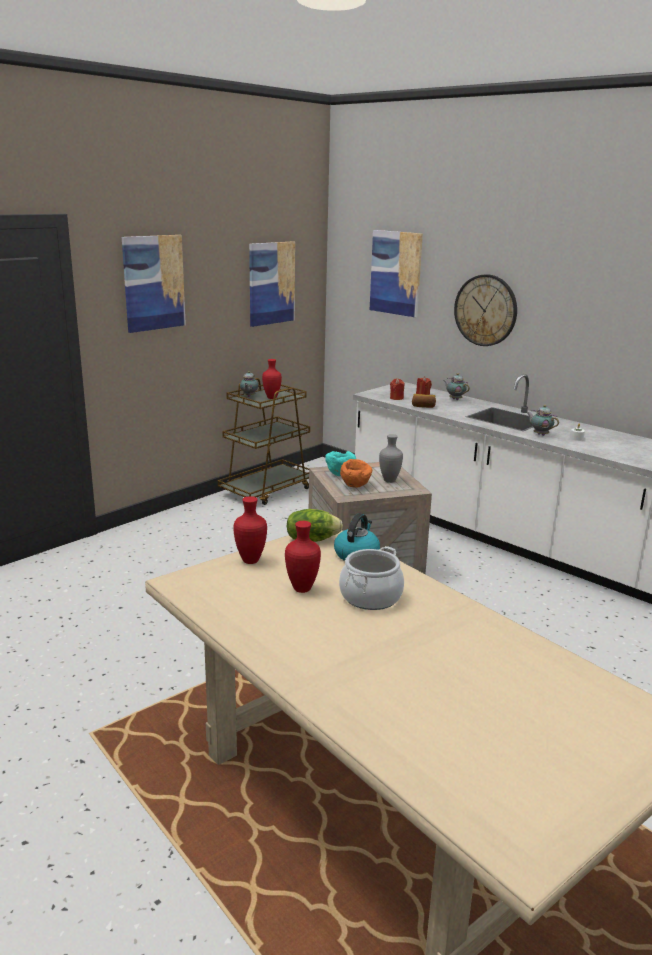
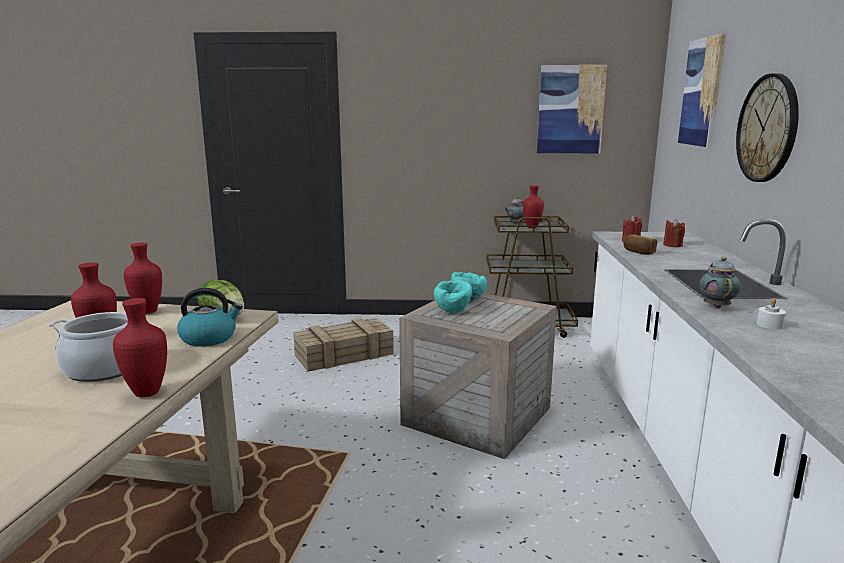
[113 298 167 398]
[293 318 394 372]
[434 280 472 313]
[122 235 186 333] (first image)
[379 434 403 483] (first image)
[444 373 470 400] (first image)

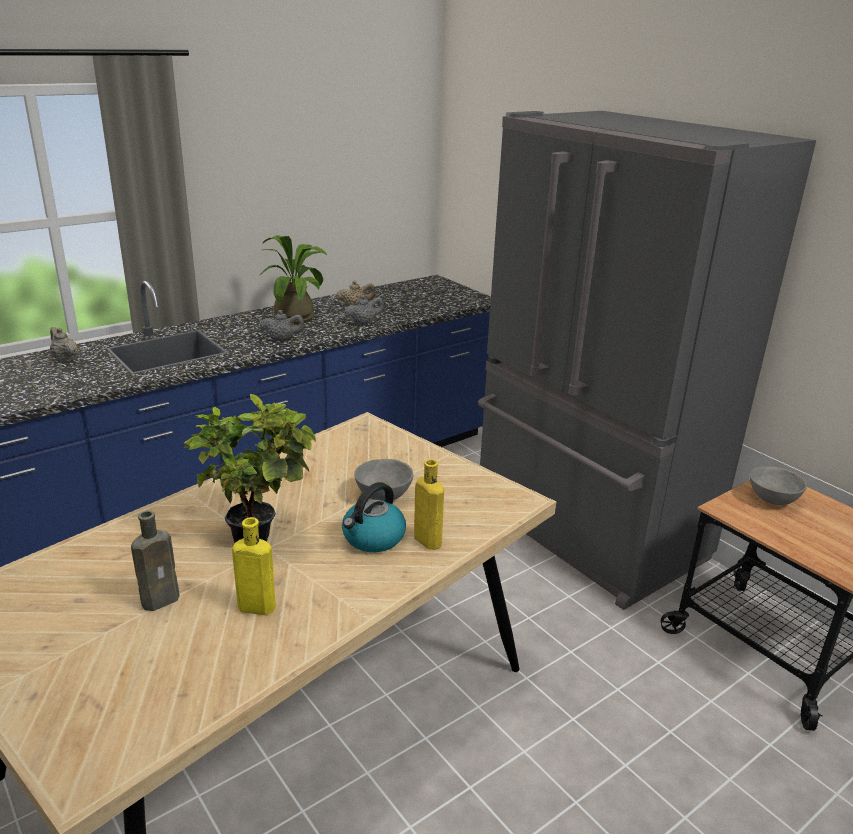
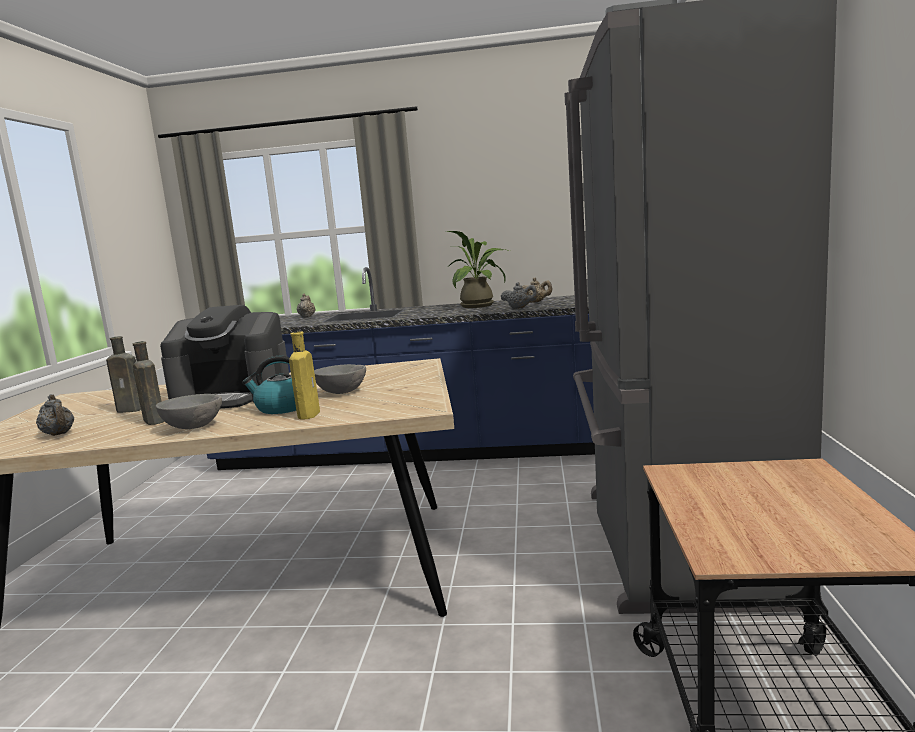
[36 394 74 436]
[133 341 165 425]
[156 394 222 429]
[160 305 289 408]

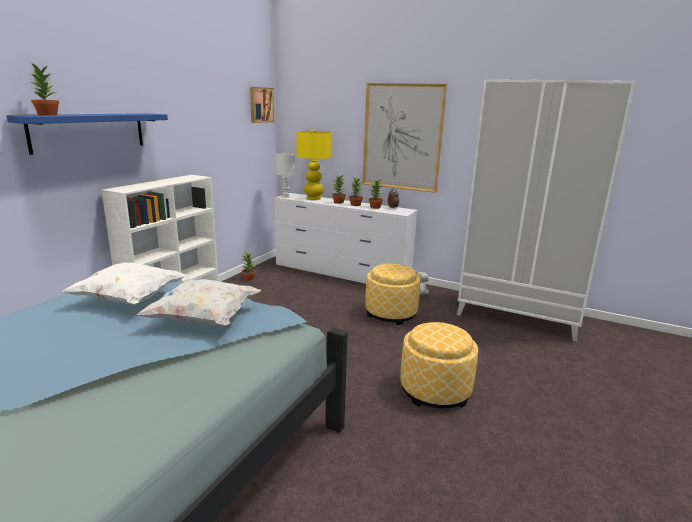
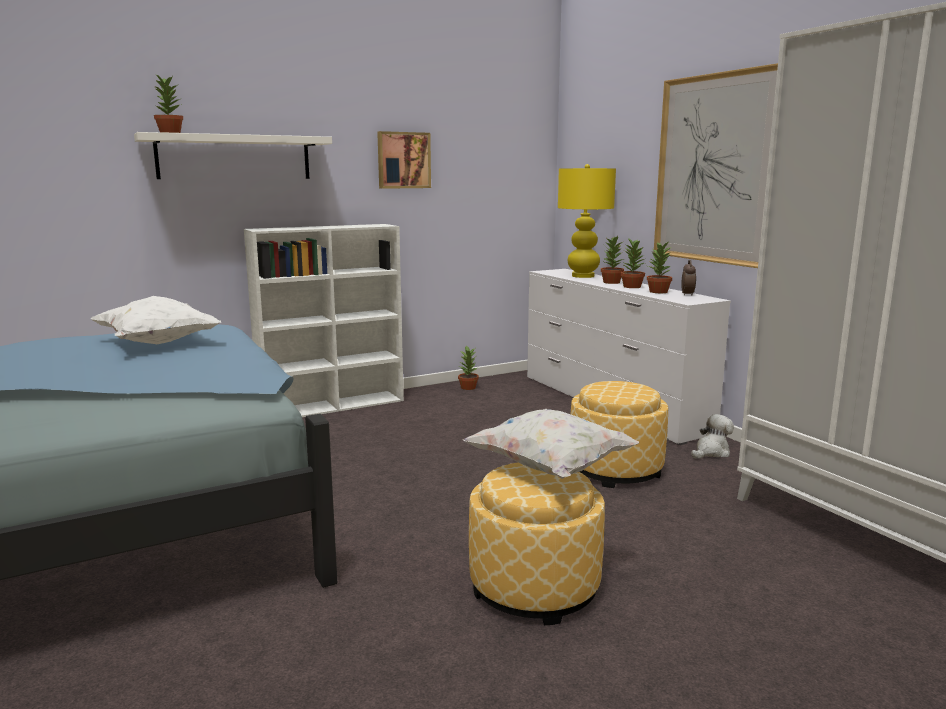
[134 132 332 179]
[377 131 431 189]
[463 409 639 479]
[275 154 295 198] (first image)

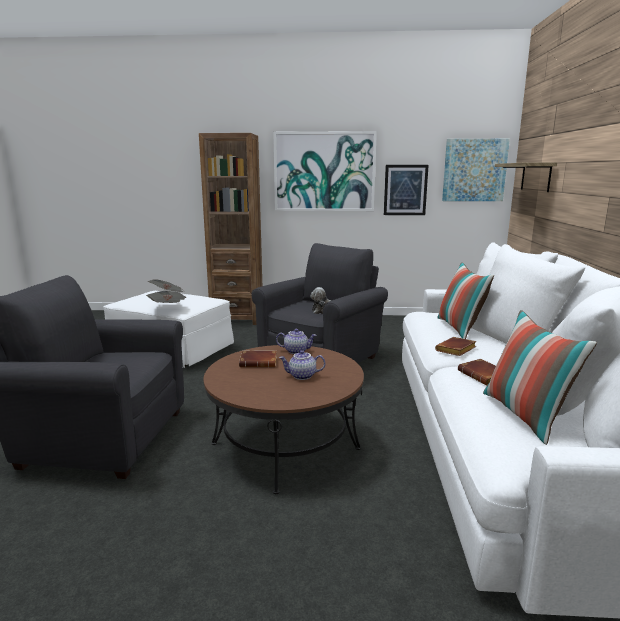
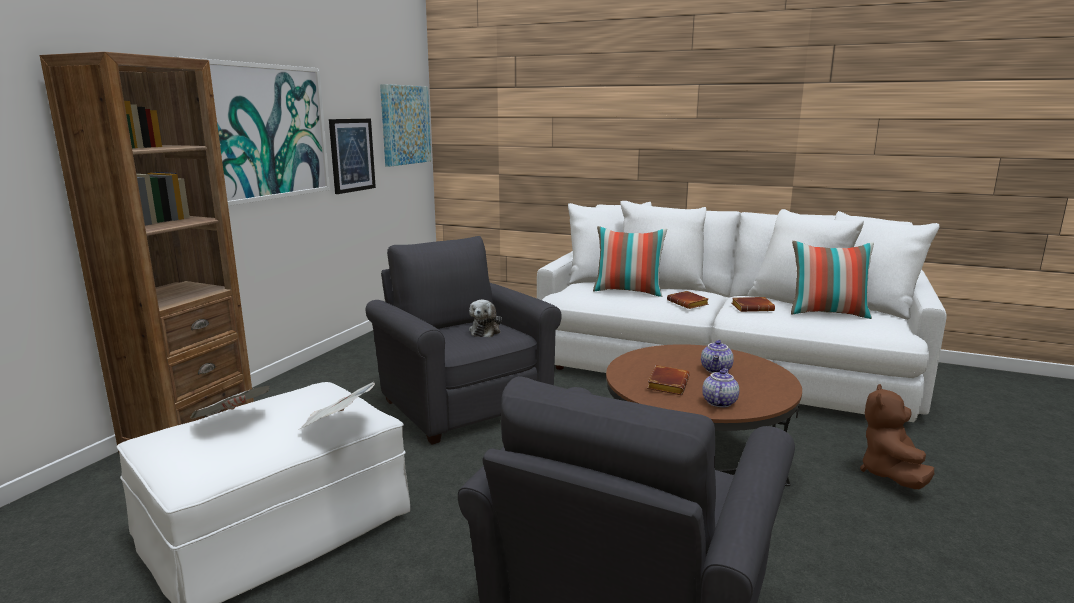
[702 368 739 408]
[860 384 934 489]
[495 162 557 192] (first image)

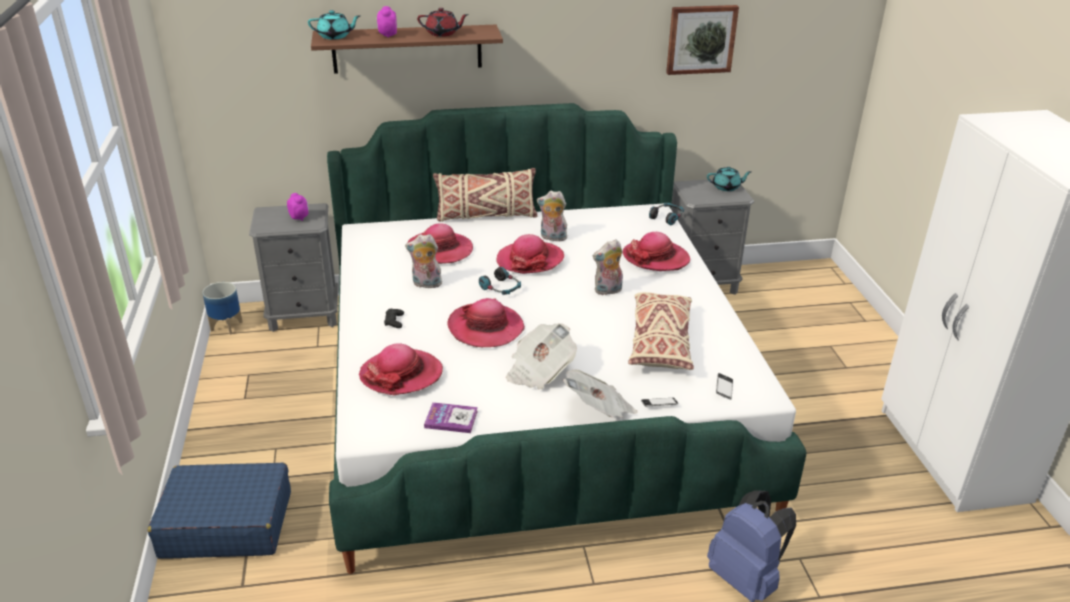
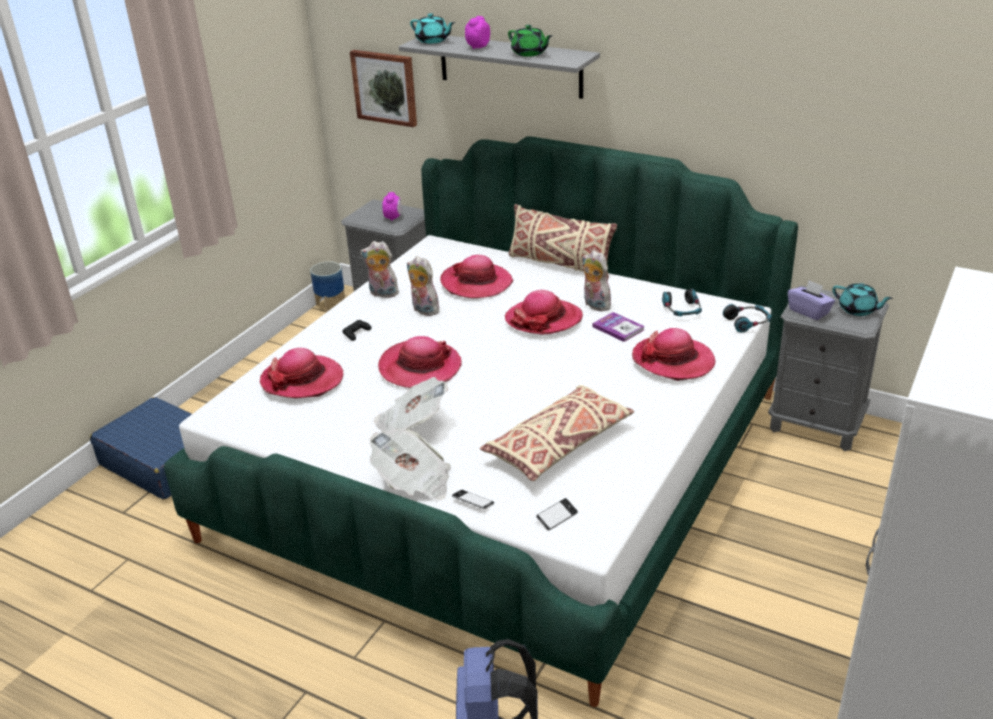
[350 50 417 127]
[360 241 399 298]
[399 36 600 99]
[508 25 552 57]
[592 312 645 342]
[662 289 702 316]
[788 280 835 320]

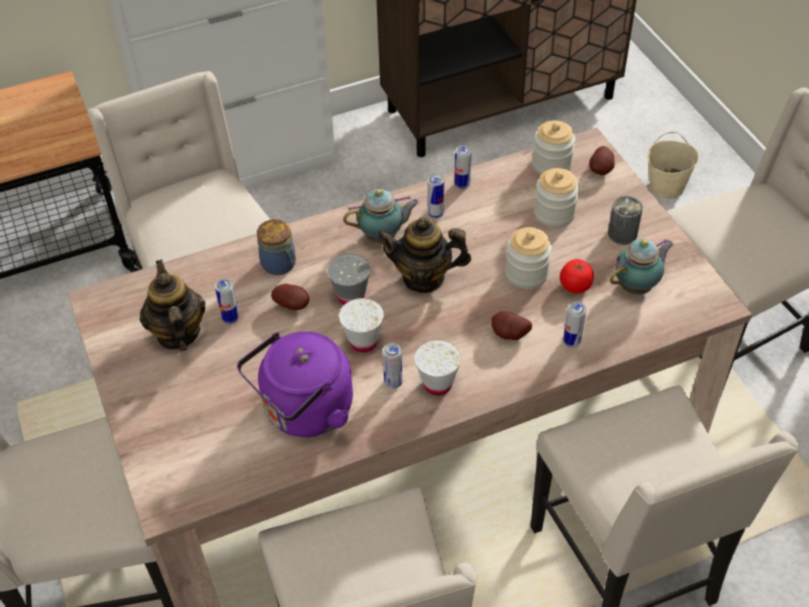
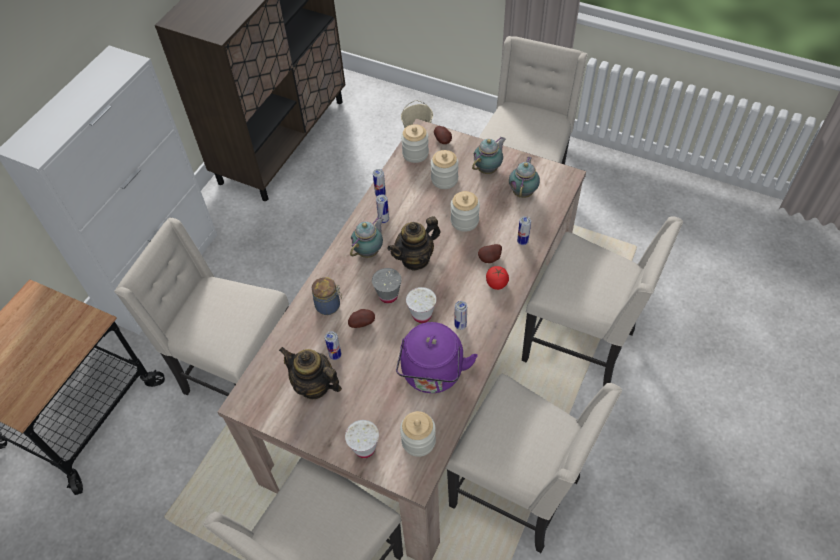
[345 420 379 458]
[400 411 436 457]
[472 136 506 174]
[486 266 509 290]

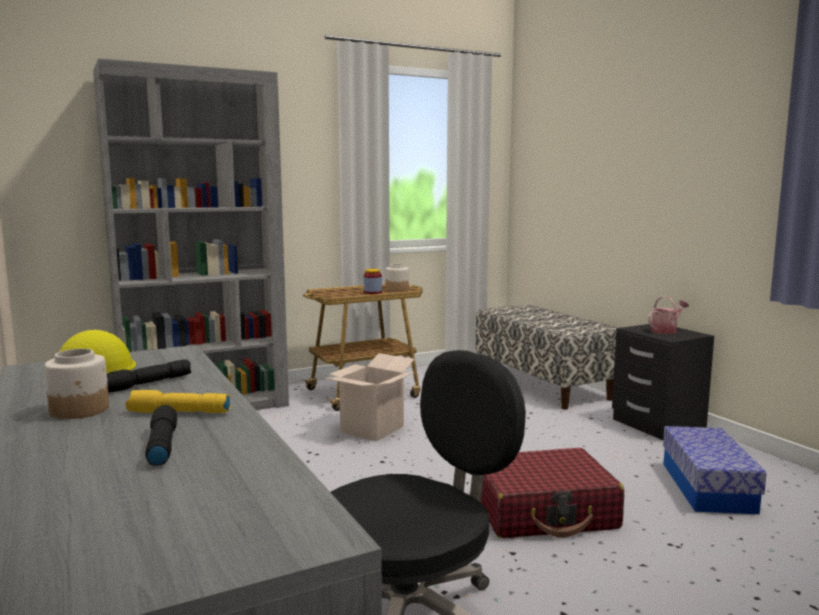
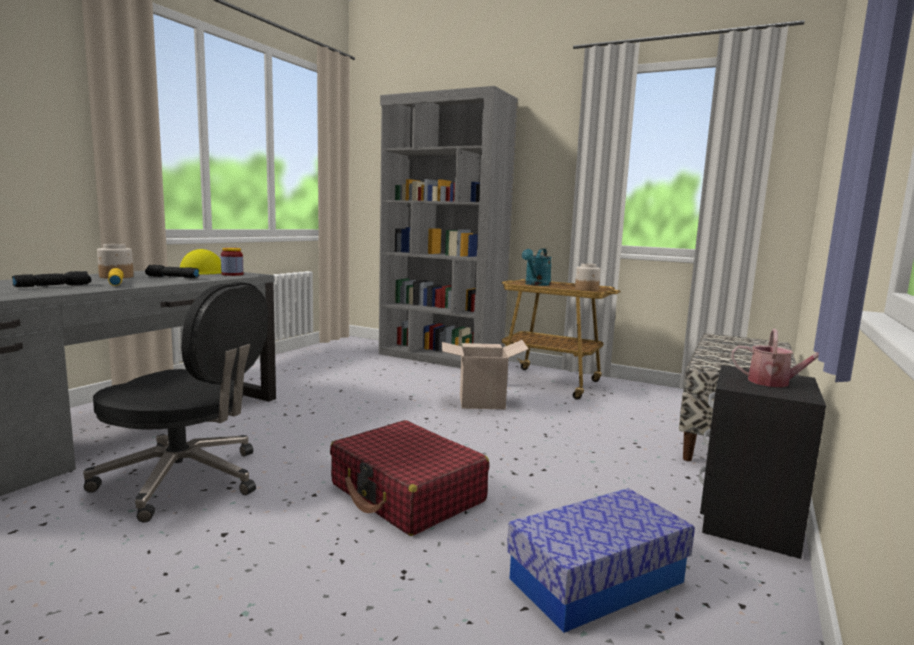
[221 248 243 276]
[522 248 552 286]

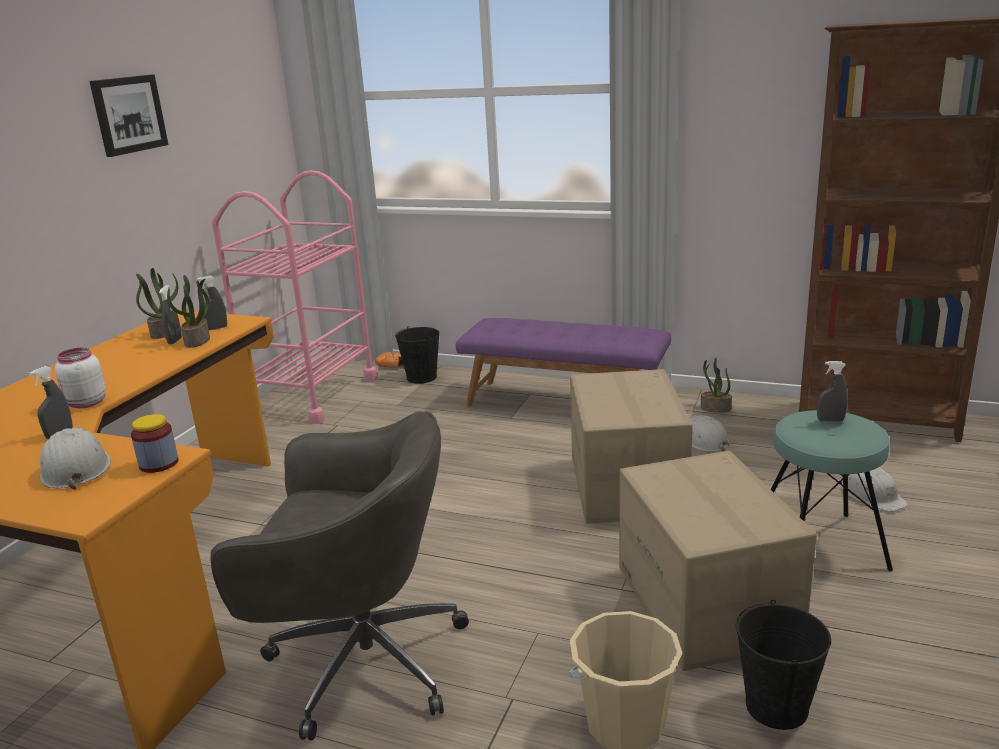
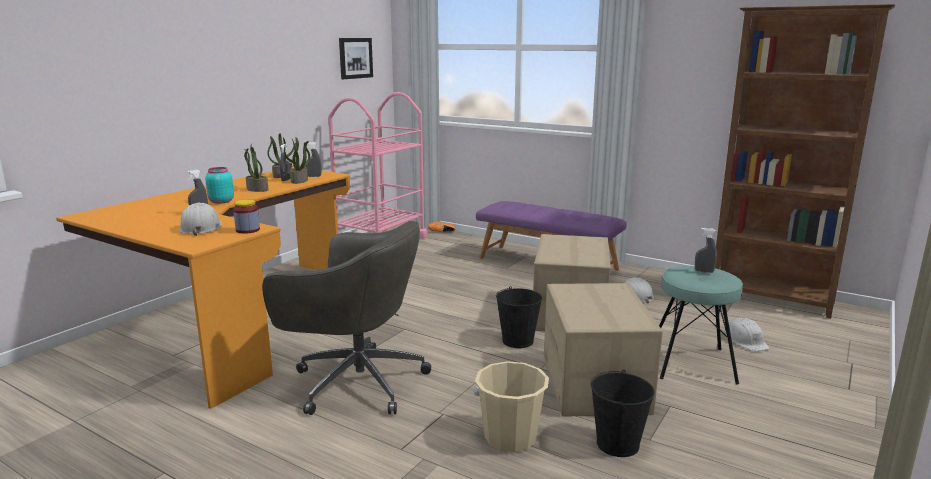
[205 167 234 204]
[244 143 269 192]
[339 38 373 79]
[496 286 542 348]

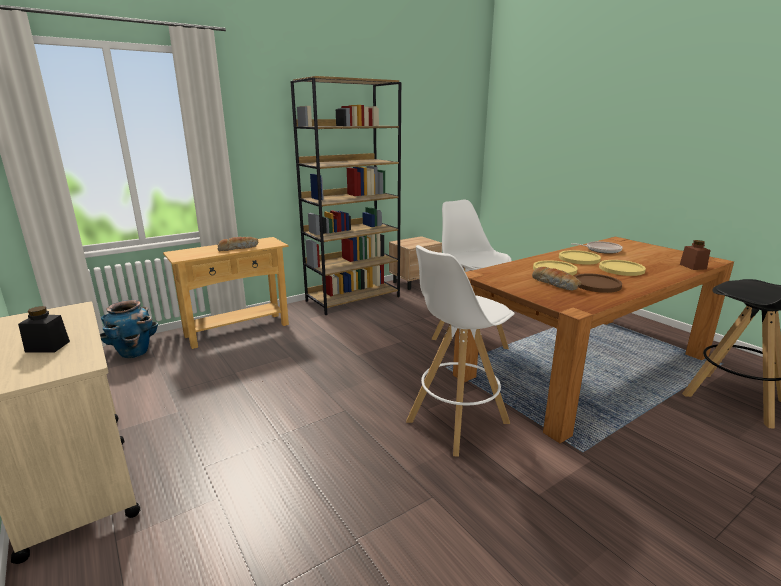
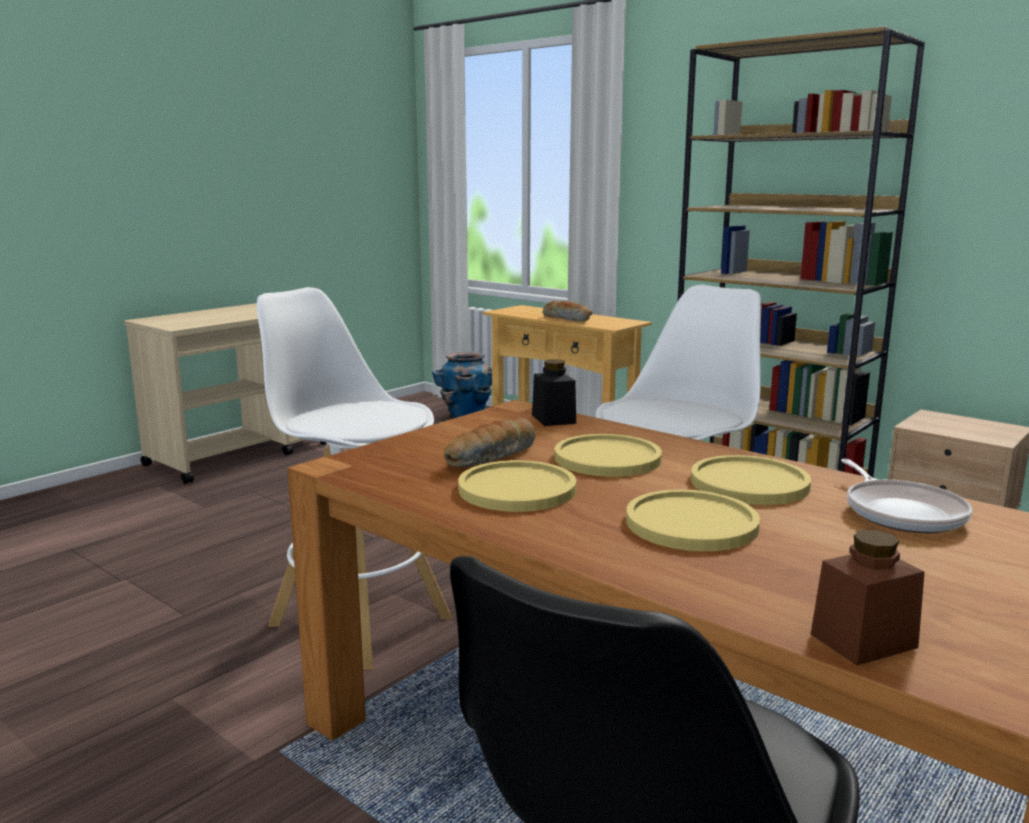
[458 460 577 512]
[532 359 576 426]

